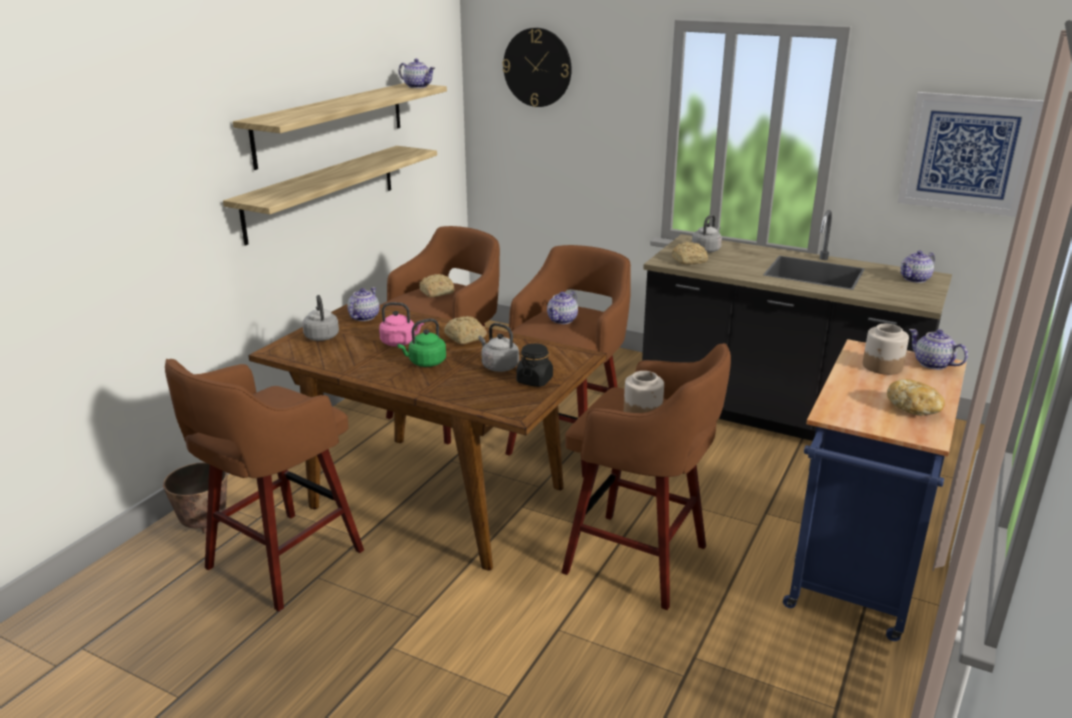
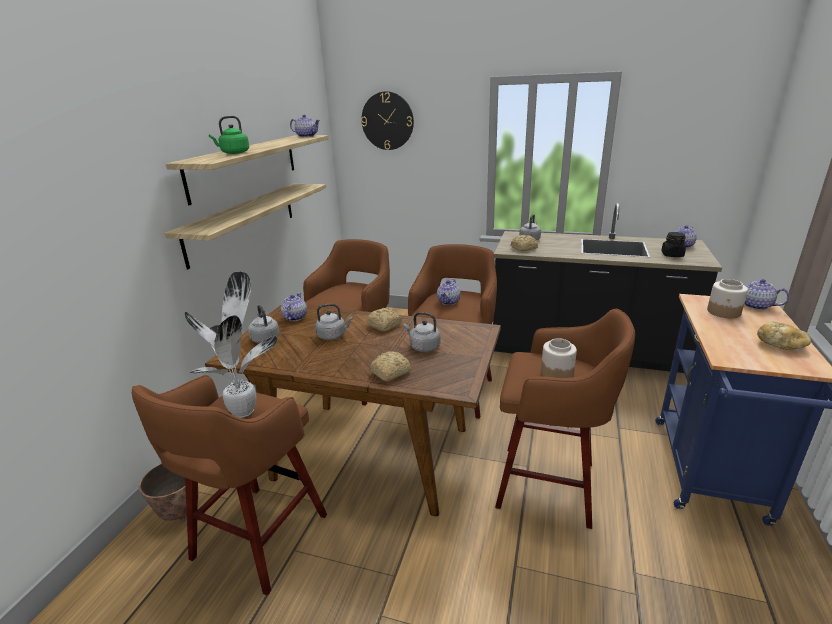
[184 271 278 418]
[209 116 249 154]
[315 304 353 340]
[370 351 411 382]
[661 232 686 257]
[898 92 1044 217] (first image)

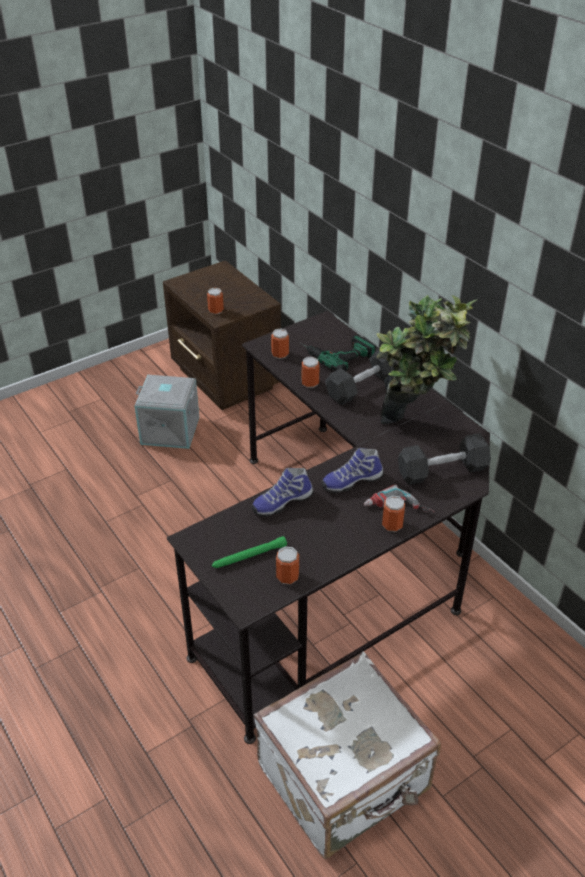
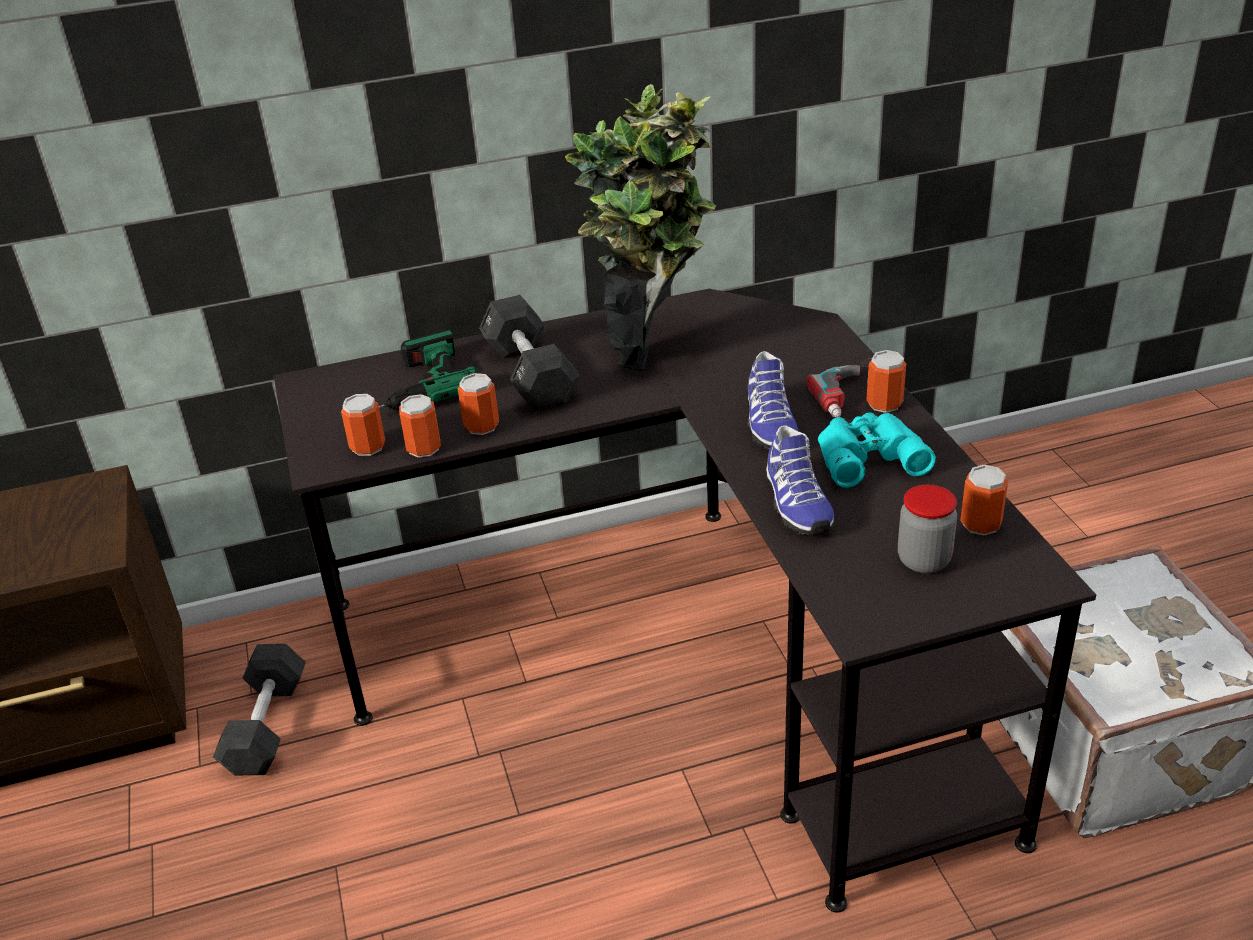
[213 644 306 775]
[399 394 441 458]
[818 413 936 488]
[898 485 957 573]
[135 375 199 449] (first image)

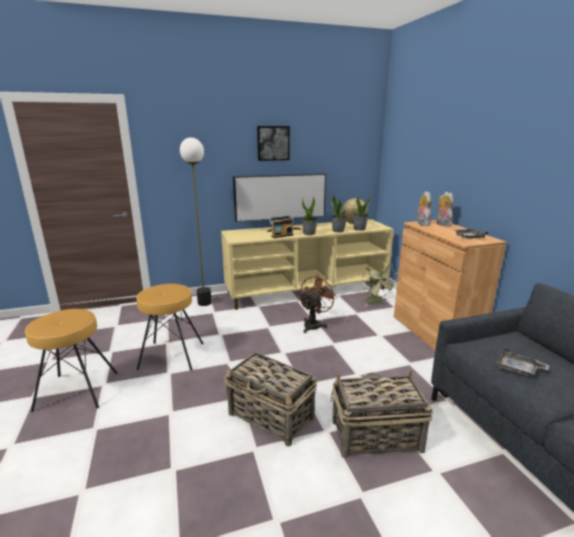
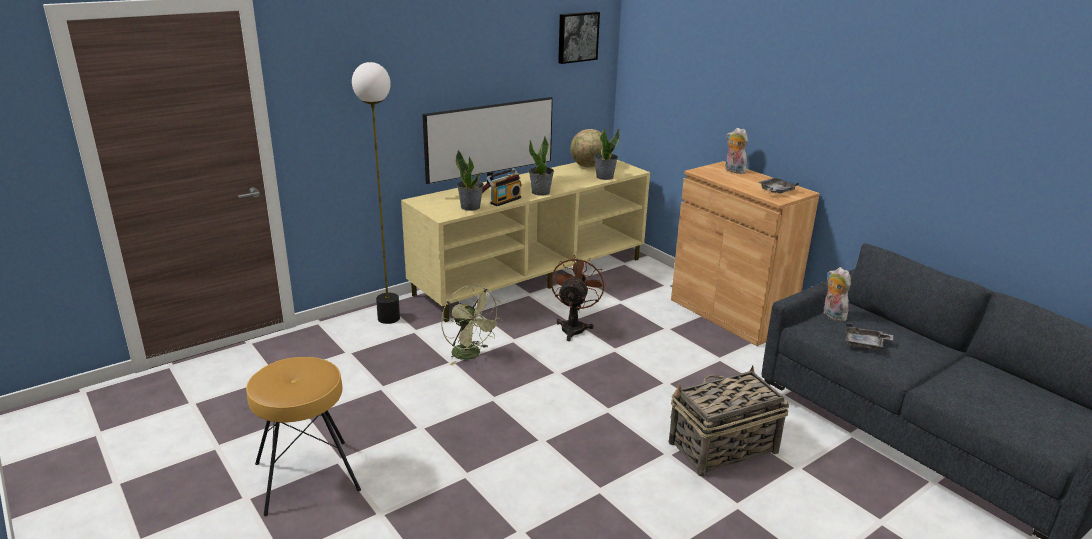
[441 285 503 365]
[455 150 484 211]
[558 12 600 64]
[824 267 851 321]
[136 284 204 370] (first image)
[224 352 317 447] (first image)

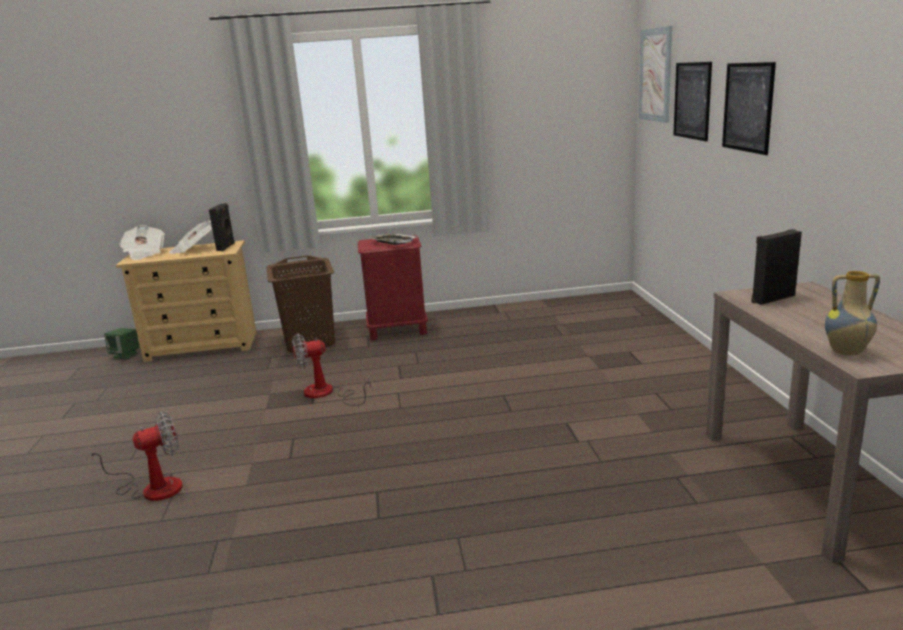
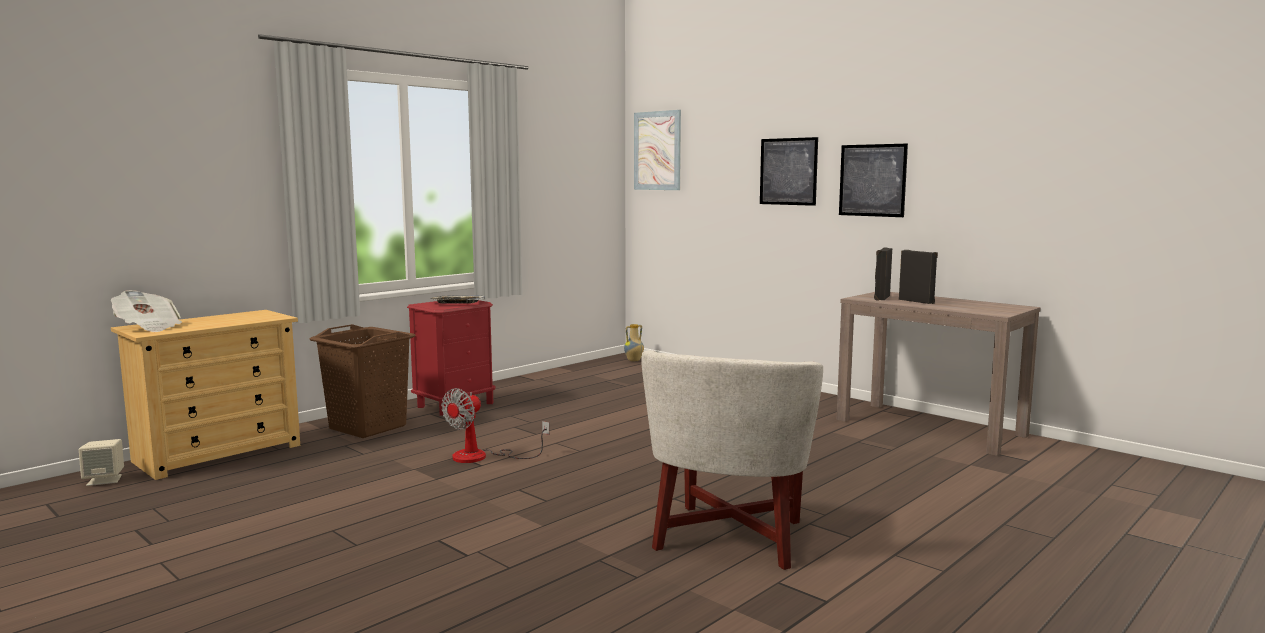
[79 439 124 486]
[624 324 644 362]
[641 350 823 570]
[839 144 908 217]
[899 250 938 304]
[89 411 183 501] (first image)
[169 220 212 254] (first image)

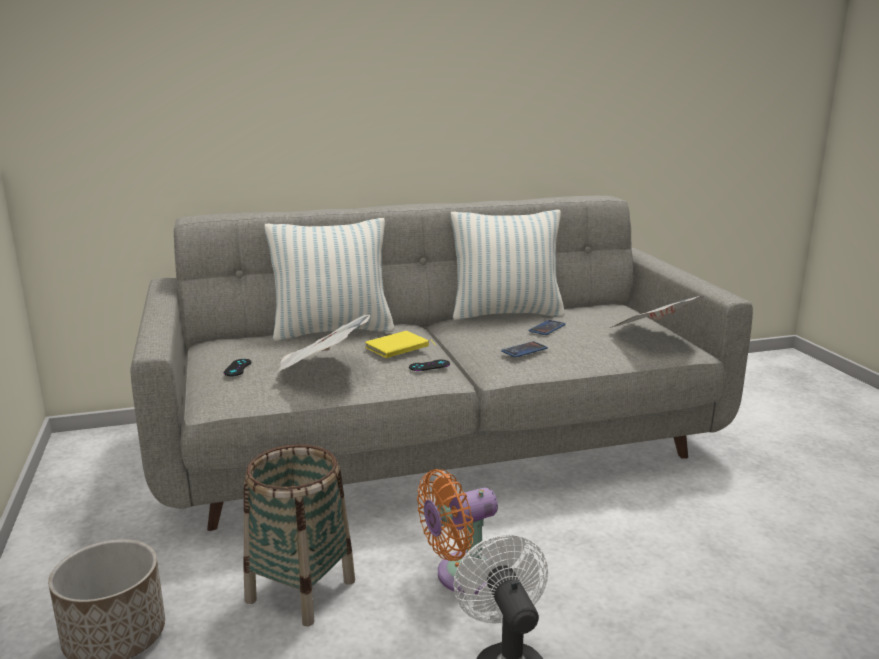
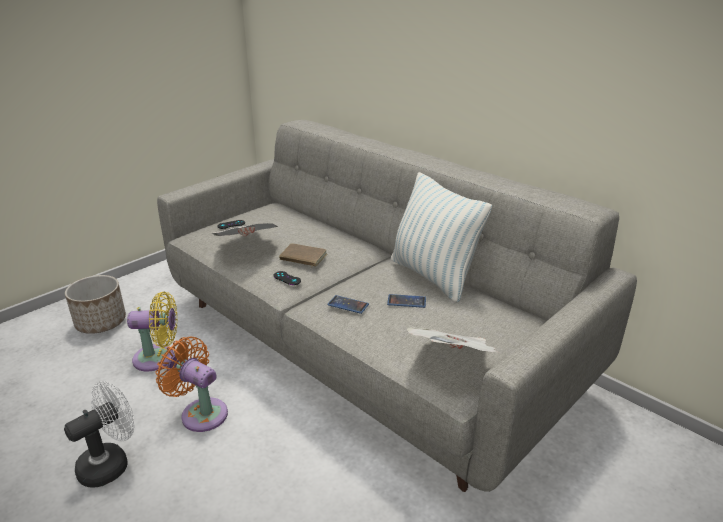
[127 292 178 372]
[279 243 327 268]
[264 218 394 341] (first image)

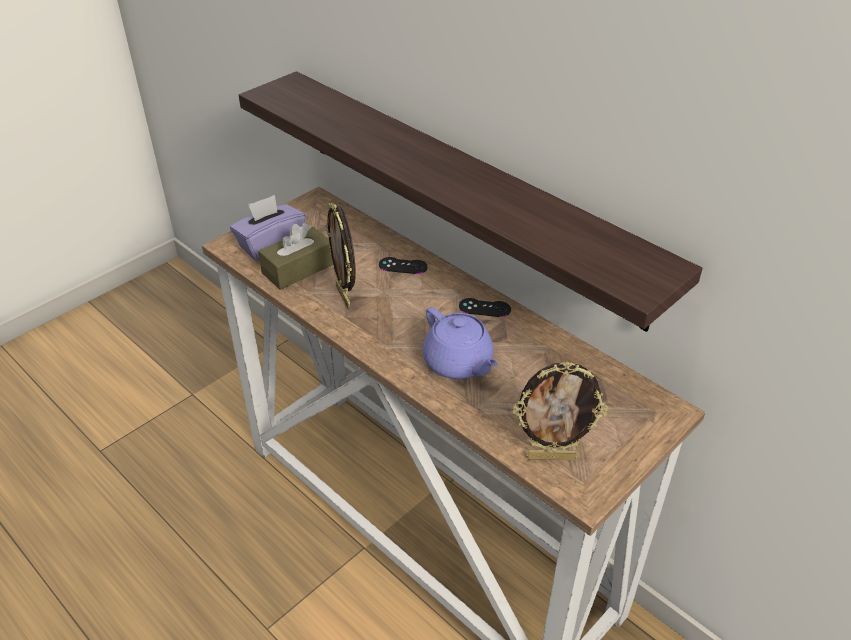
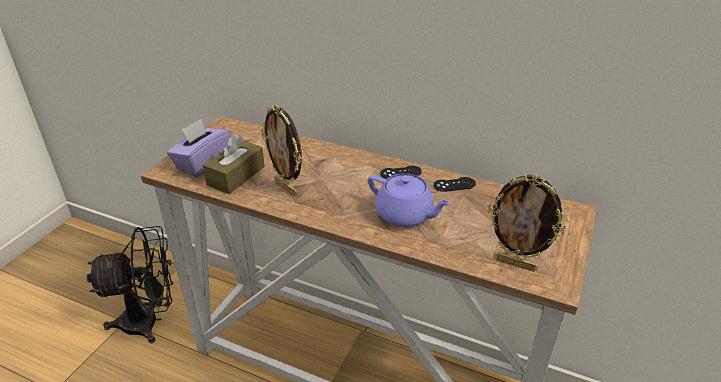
[87 226 173 343]
[433 177 476 192]
[488 174 566 272]
[239 71 703 332] (first image)

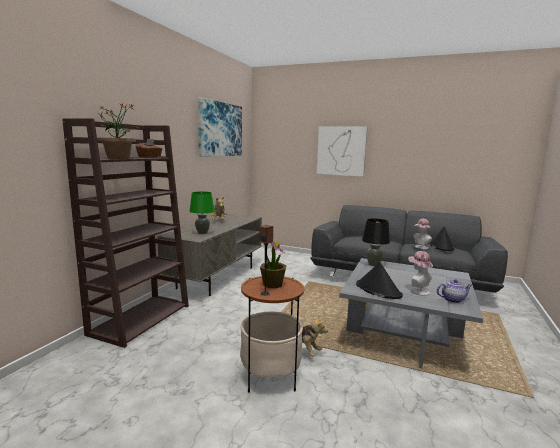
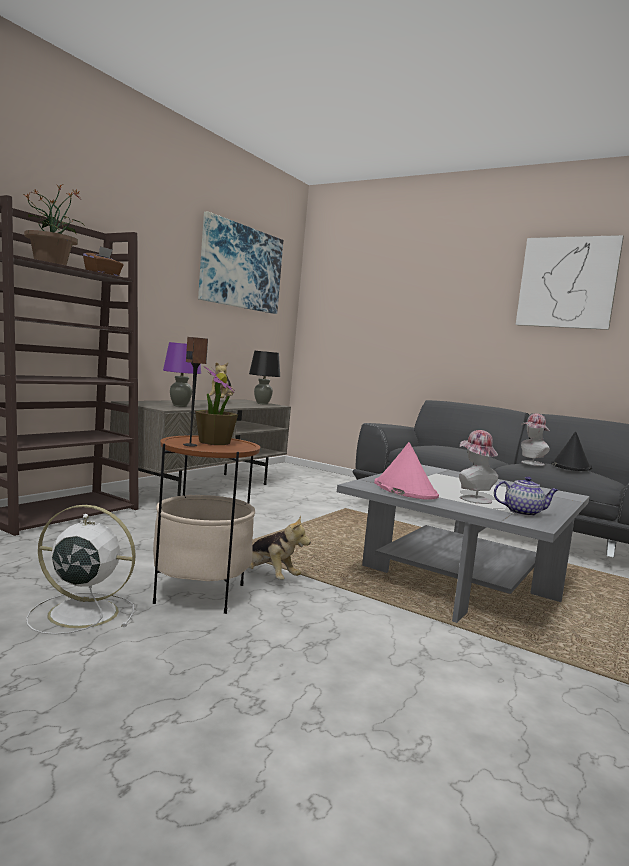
[26 505 136 635]
[163 342 201 407]
[249 351 280 405]
[374 442 439 500]
[516 235 624 330]

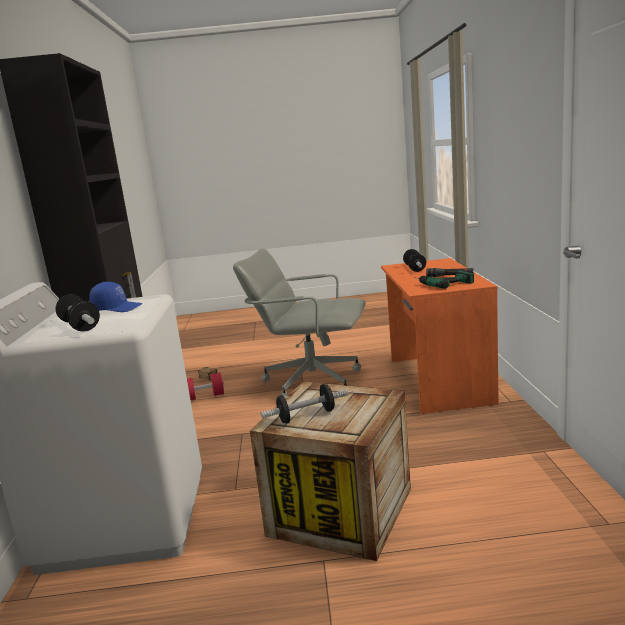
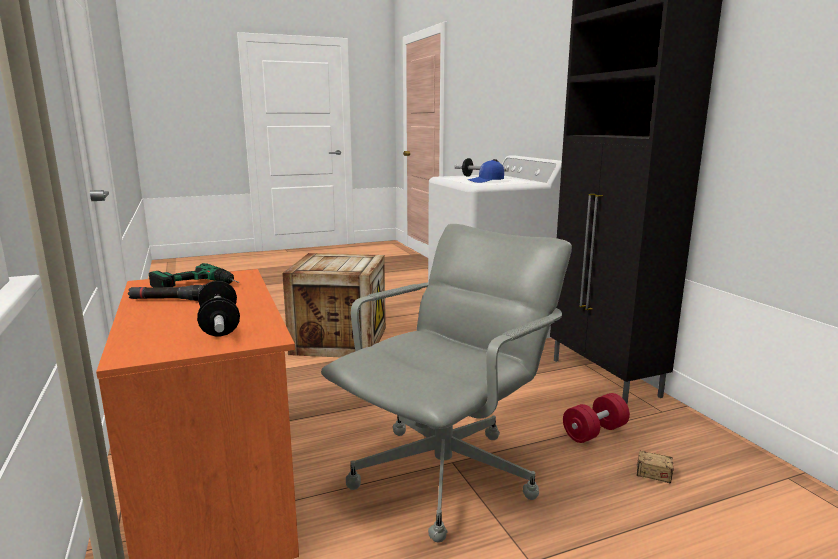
[321 224 572 543]
[260 384 348 424] (first image)

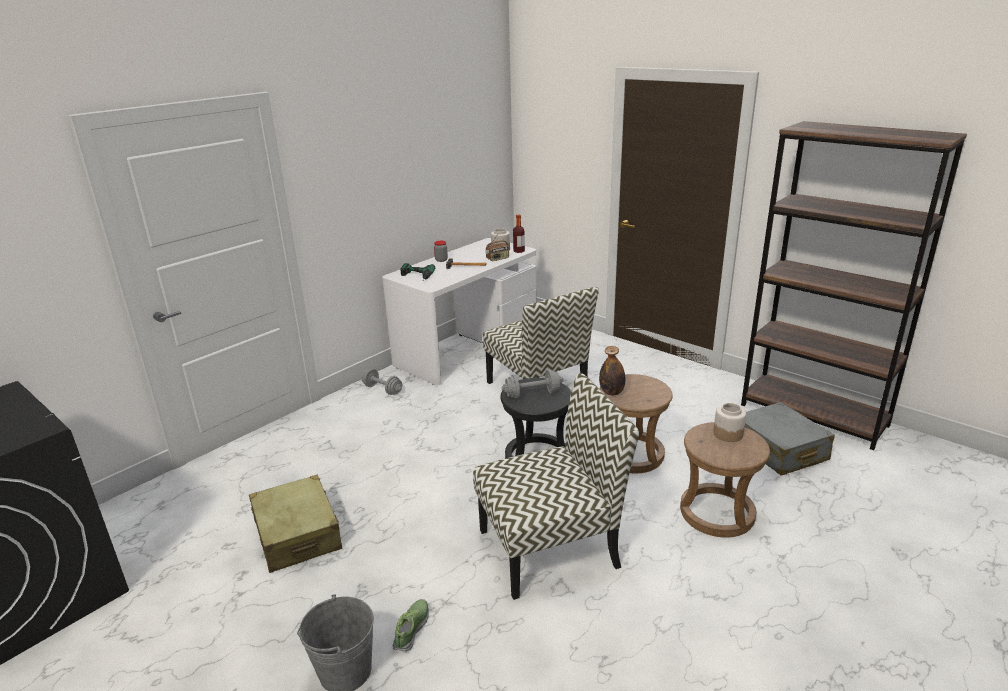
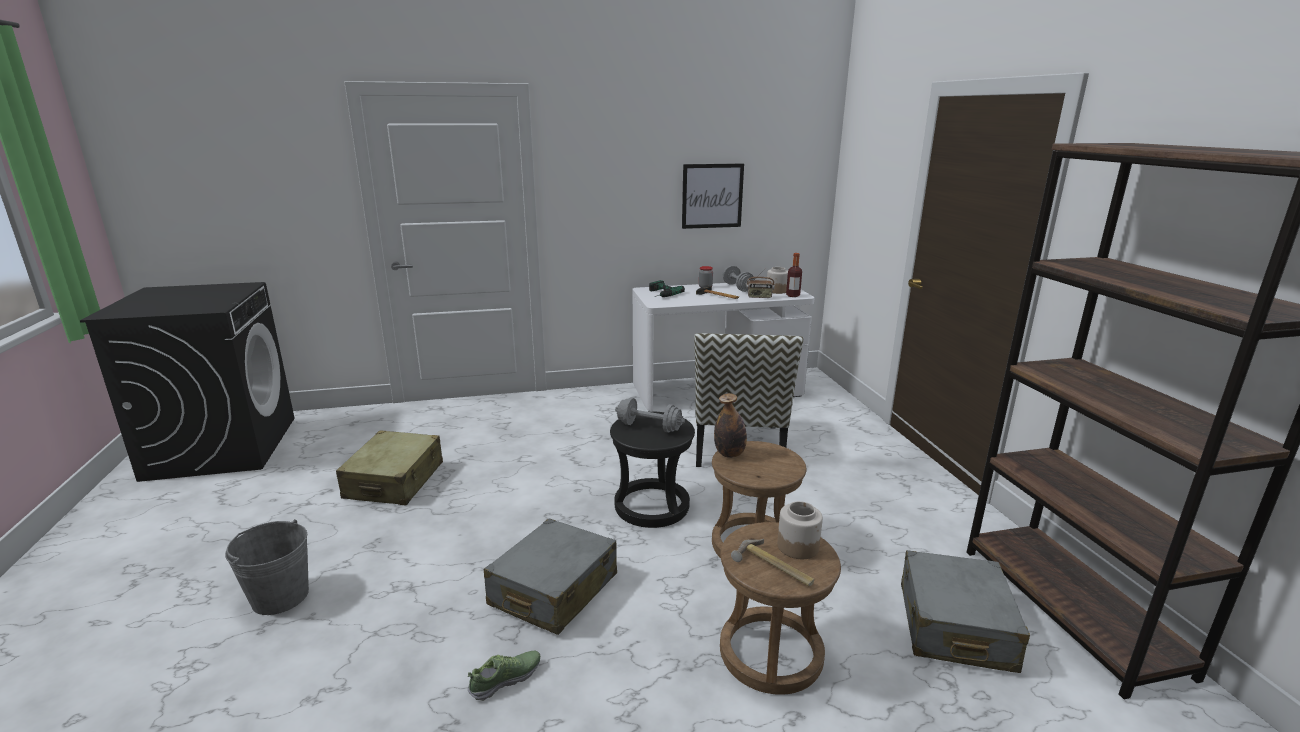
[468 651 540 701]
[483 518 617 635]
[682 164 744 229]
[723 266 754 292]
[731 539 814 587]

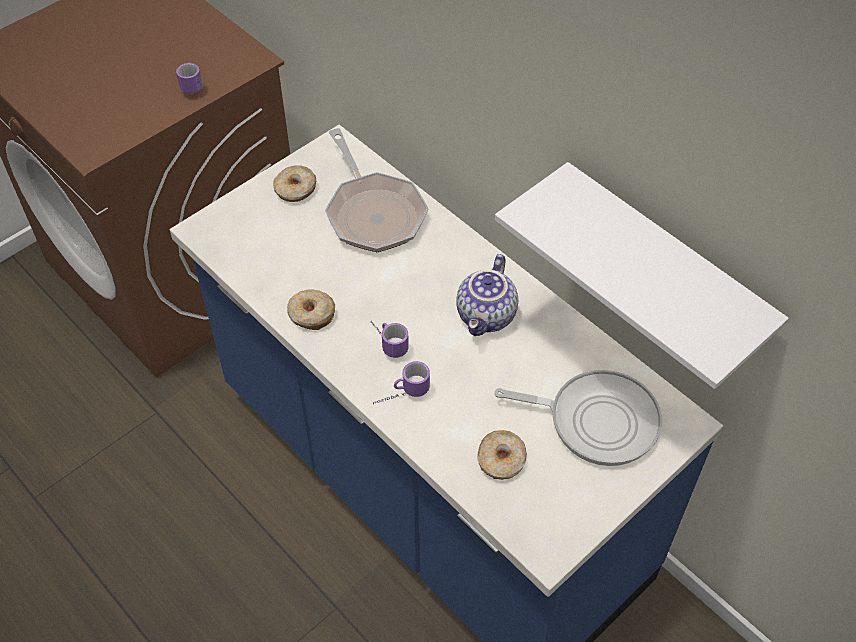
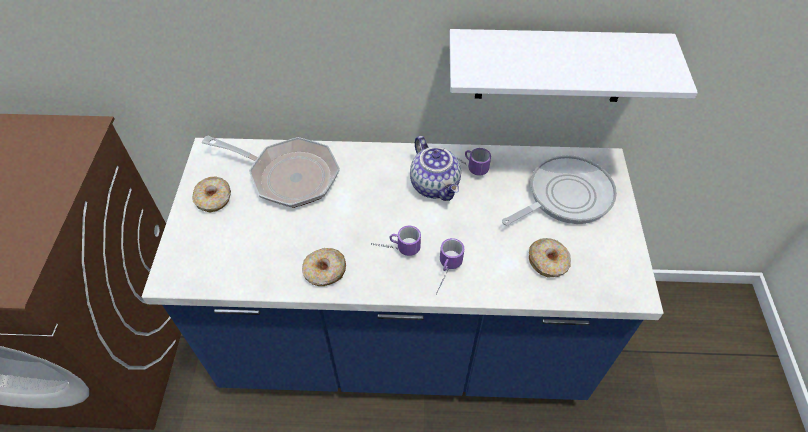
[456 148 491 176]

